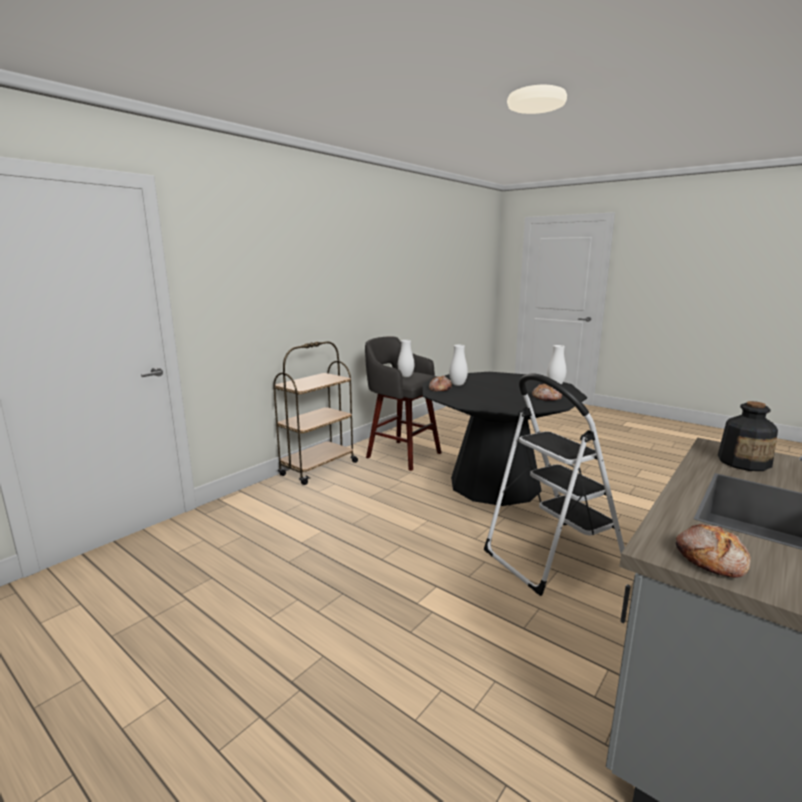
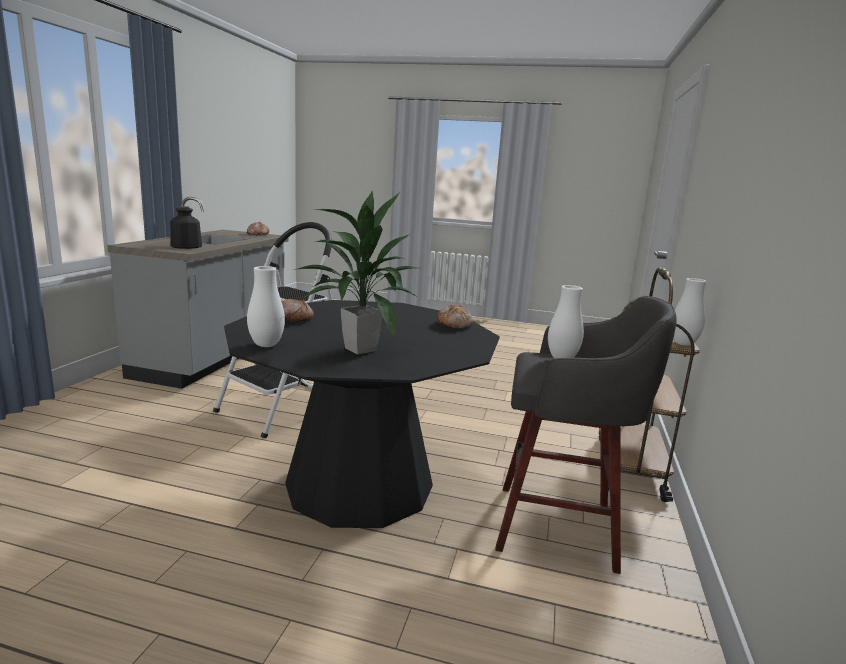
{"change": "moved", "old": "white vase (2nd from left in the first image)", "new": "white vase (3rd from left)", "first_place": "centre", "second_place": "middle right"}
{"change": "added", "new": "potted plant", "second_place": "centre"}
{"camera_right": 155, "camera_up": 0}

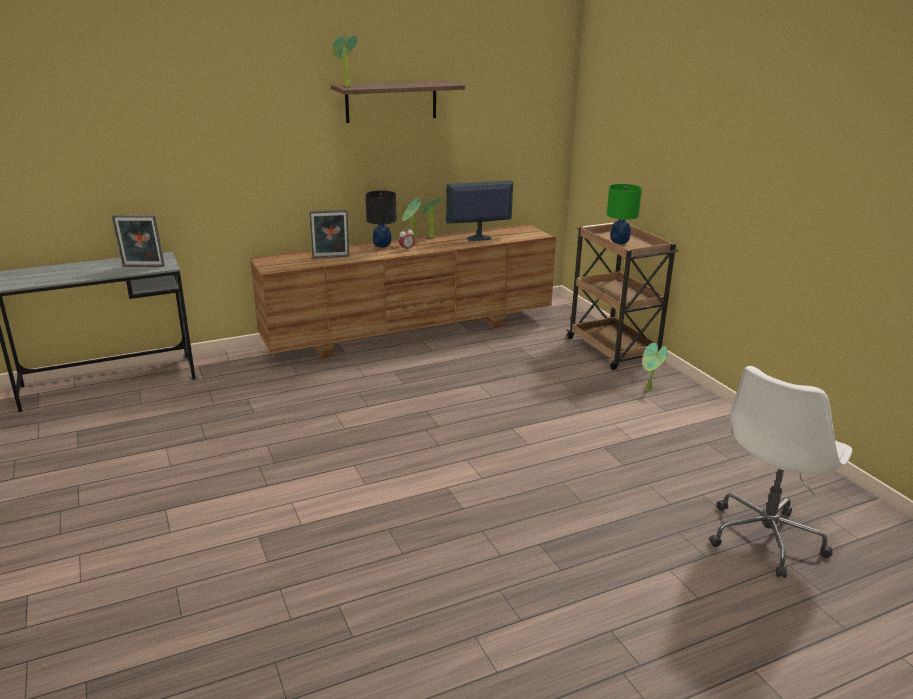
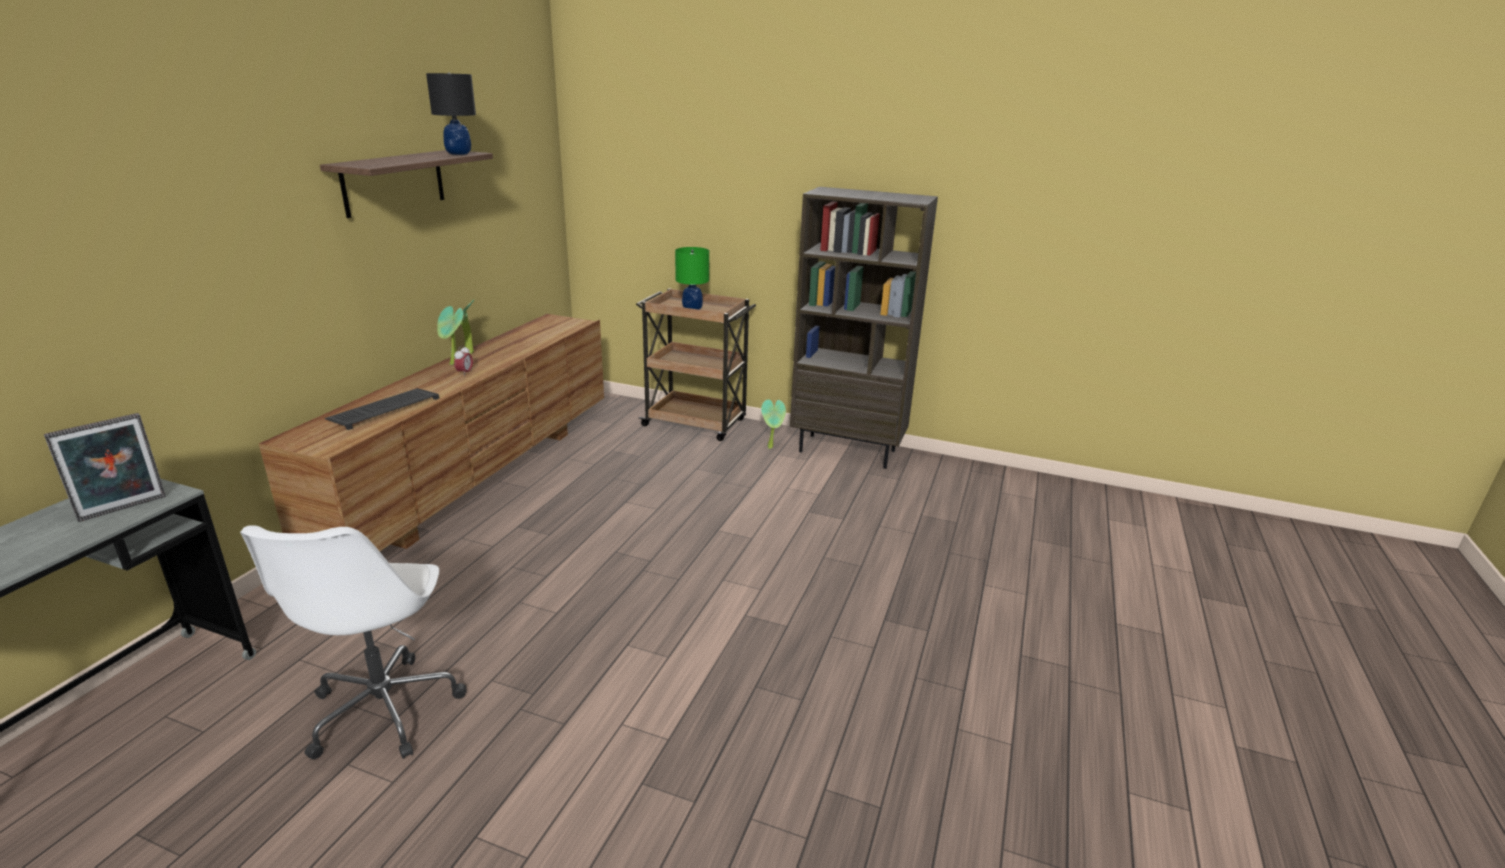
{"change": "removed", "old": "potted plant (1st from left)", "first_place": "top centre"}
{"change": "removed", "old": "monitor", "first_place": "top centre"}
{"change": "moved", "old": "black table lamp", "first_place": "top centre", "second_place": "top left"}
{"change": "replaced", "old": "picture frame (2nd from left)", "new": "keyboard", "first_place": "centre", "second_place": "middle left"}
{"change": "moved", "old": "white office chair", "first_place": "bottom right", "second_place": "bottom left"}
{"change": "added", "new": "brown bookcase", "second_place": "centre"}
{"camera_right": -45, "camera_up": 0}

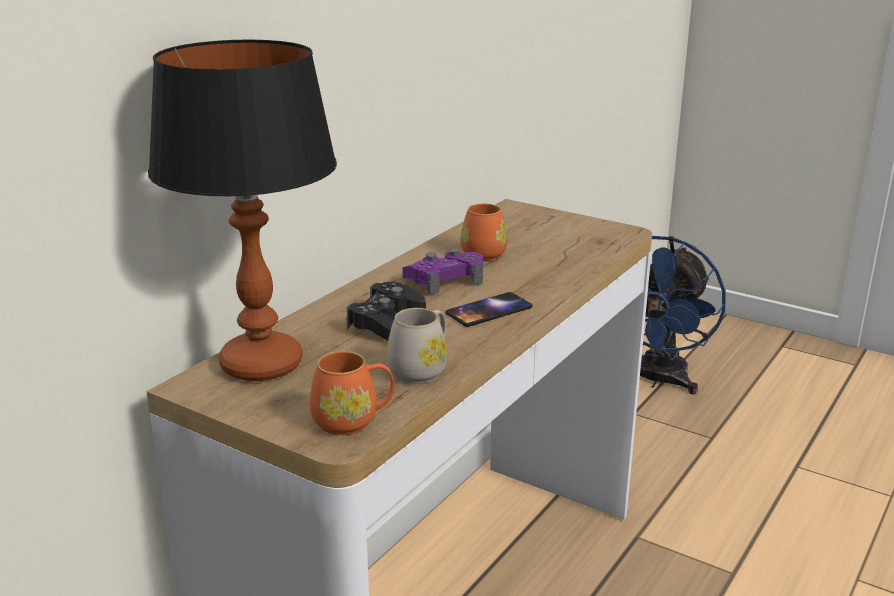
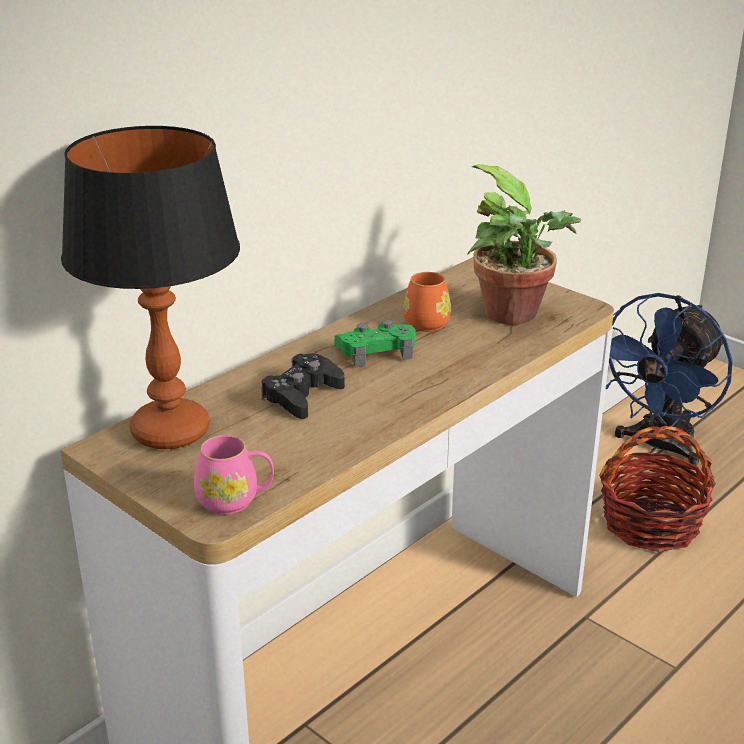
{"change": "recoloured", "old": "purple game controller", "new": "green game controller", "first_place": "centre", "second_place": "centre"}
{"change": "removed", "old": "phone", "first_place": "centre"}
{"change": "removed", "old": "white mug", "first_place": "centre"}
{"change": "recoloured", "old": "orange mug (1st from left)", "new": "pink mug", "first_place": "centre", "second_place": "middle left"}
{"change": "added", "new": "potted plant", "second_place": "top right"}
{"change": "added", "new": "basket", "second_place": "middle right"}
{"camera_right": 10, "camera_up": 5}

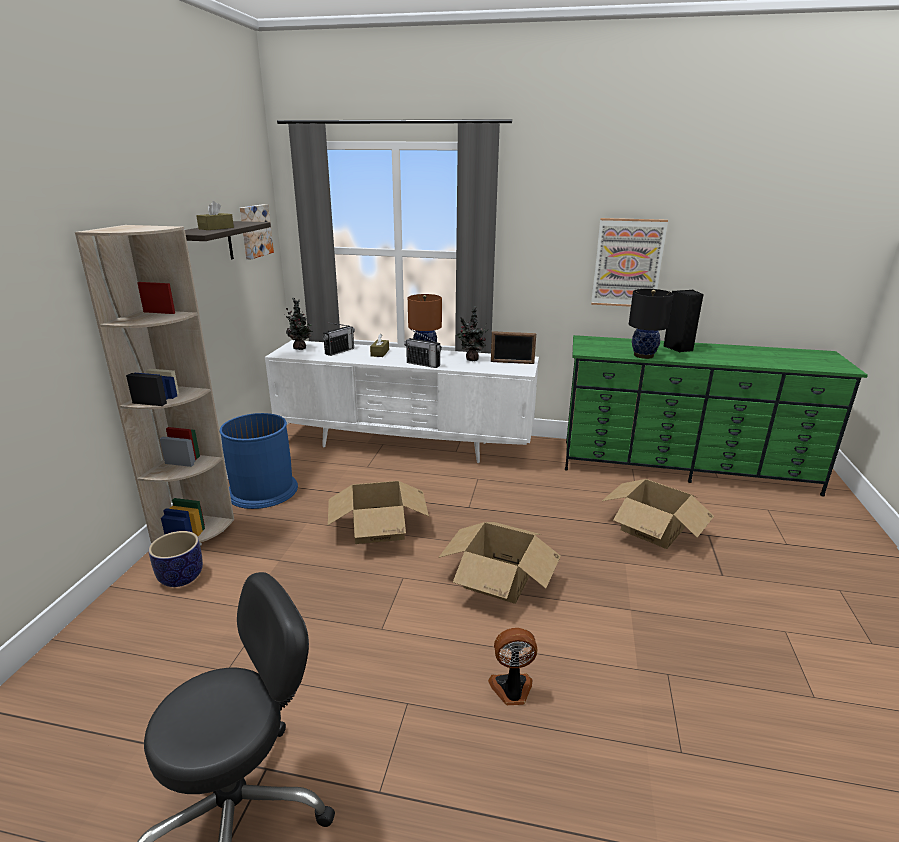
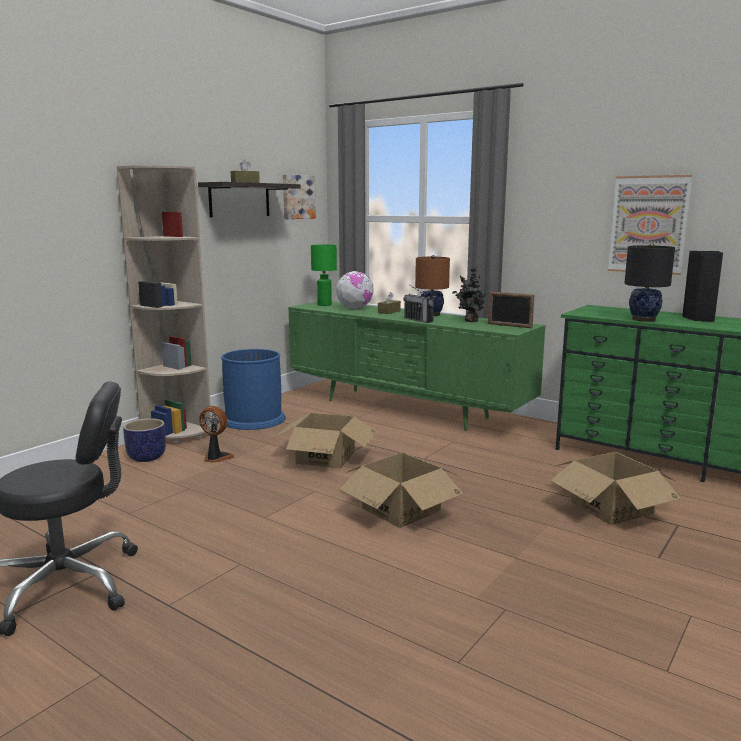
{"change": "replaced", "old": "potted plant (1st from left)", "new": "green table lamp", "first_place": "middle left", "second_place": "centre"}
{"change": "replaced", "old": "radio (1st from left)", "new": "globe", "first_place": "centre", "second_place": "centre"}
{"change": "recoloured", "old": "white cabinet", "new": "green cabinet", "first_place": "centre", "second_place": "centre"}
{"change": "moved", "old": "fan", "first_place": "bottom centre", "second_place": "middle left"}
{"camera_right": 25, "camera_up": -10}

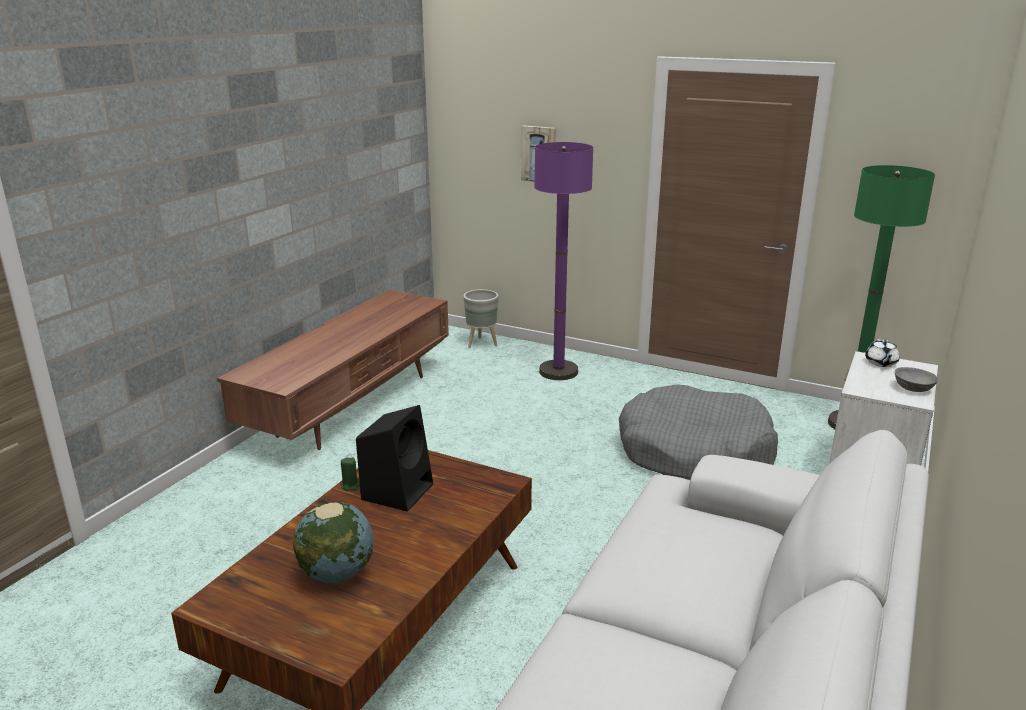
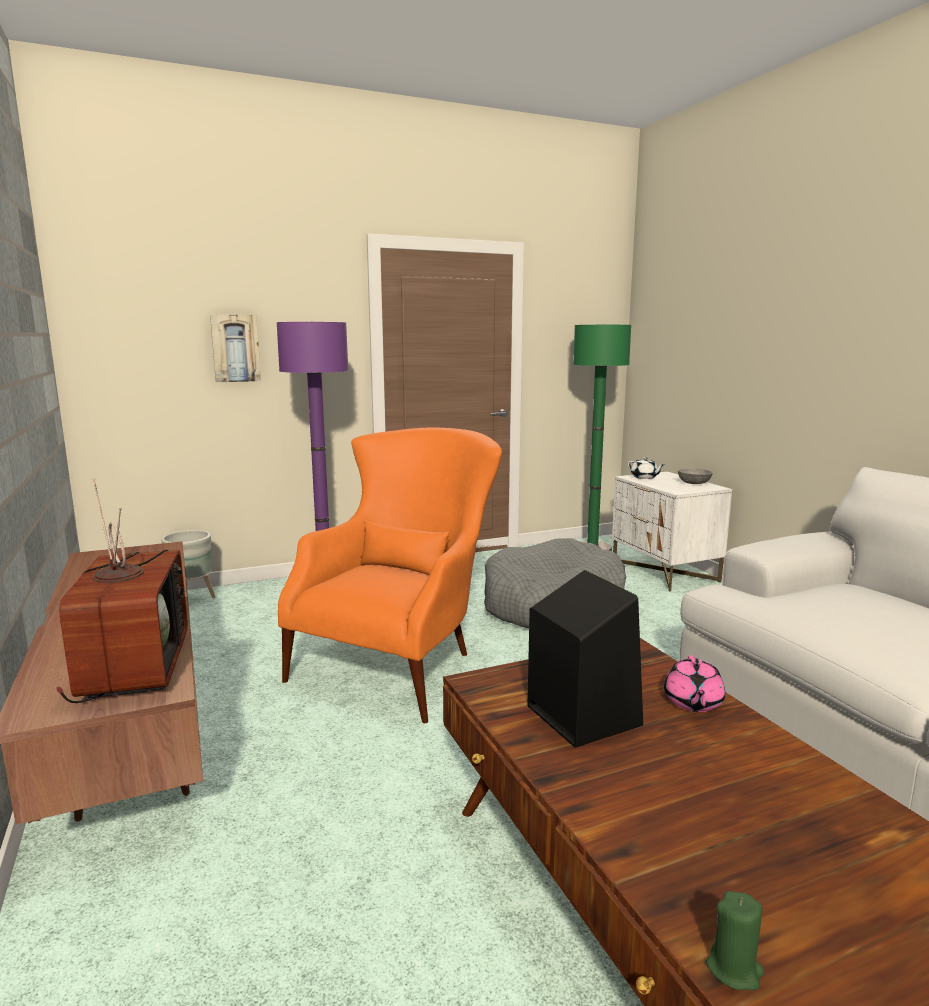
{"change": "moved", "old": "green candle", "first_place": "bottom centre", "second_place": "bottom right"}
{"change": "removed", "old": "globe", "first_place": "bottom left"}
{"change": "added", "new": "orange armchair", "second_place": "centre"}
{"change": "added", "new": "television", "second_place": "middle left"}
{"change": "added", "new": "pink teapot", "second_place": "bottom right"}
{"camera_right": -50, "camera_up": -10}

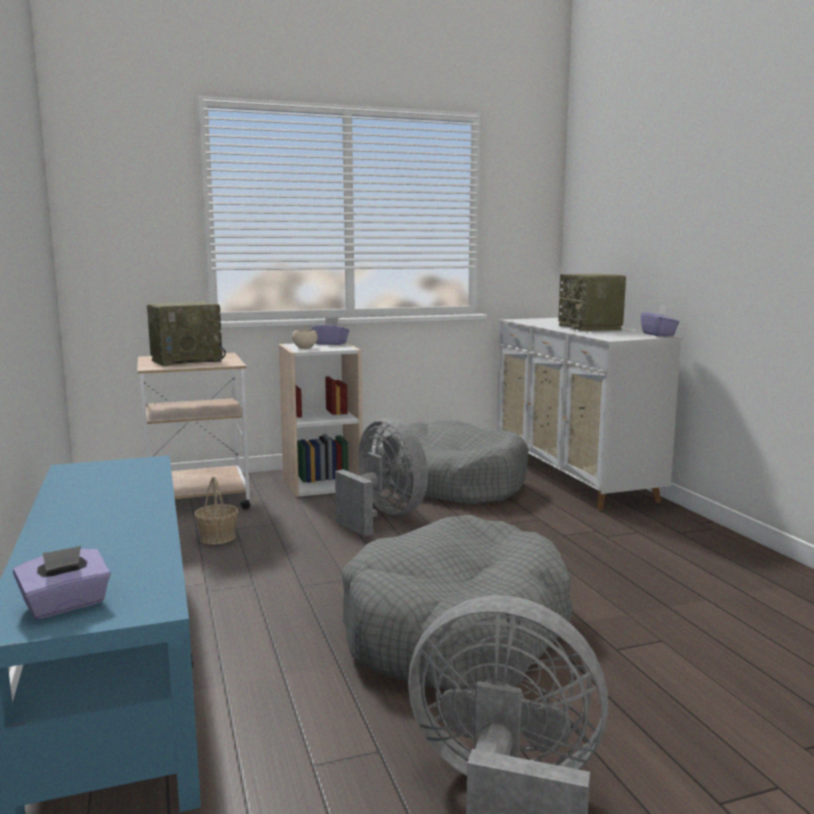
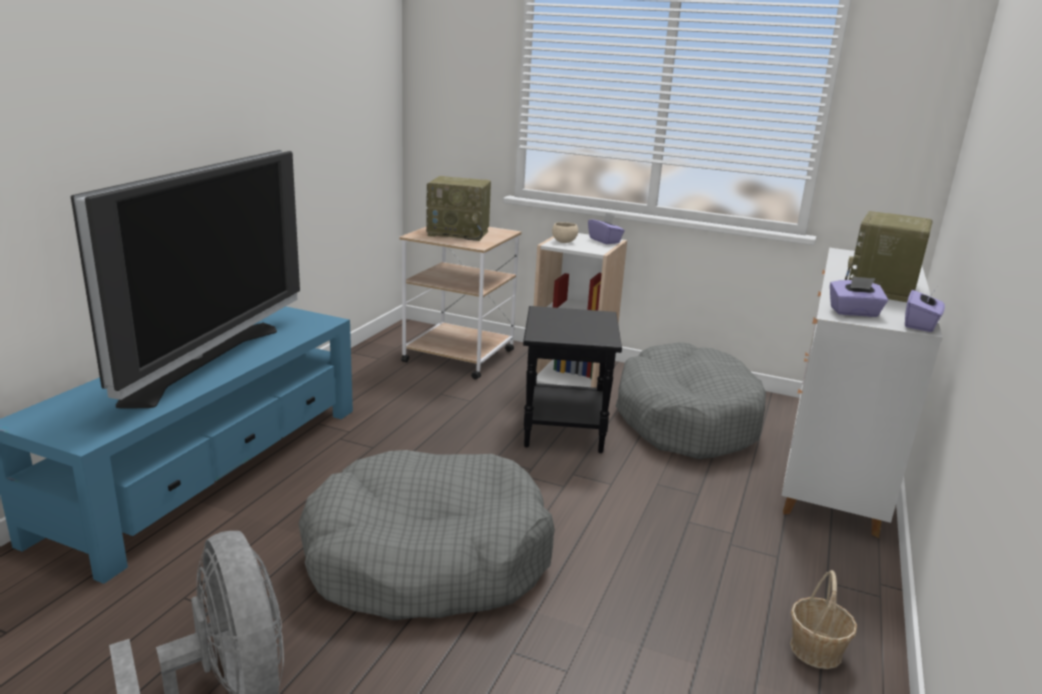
{"change": "replaced", "old": "grey fan (1st from left)", "new": "black side table", "first_place": "centre", "second_place": "centre"}
{"change": "moved", "old": "basket", "first_place": "middle left", "second_place": "bottom right"}
{"change": "moved", "old": "purple tissue box (1st from left in the first image)", "new": "purple tissue box (2nd from left)", "first_place": "bottom left", "second_place": "middle right"}
{"change": "added", "new": "television", "second_place": "middle left"}
{"camera_right": 40, "camera_up": 10}

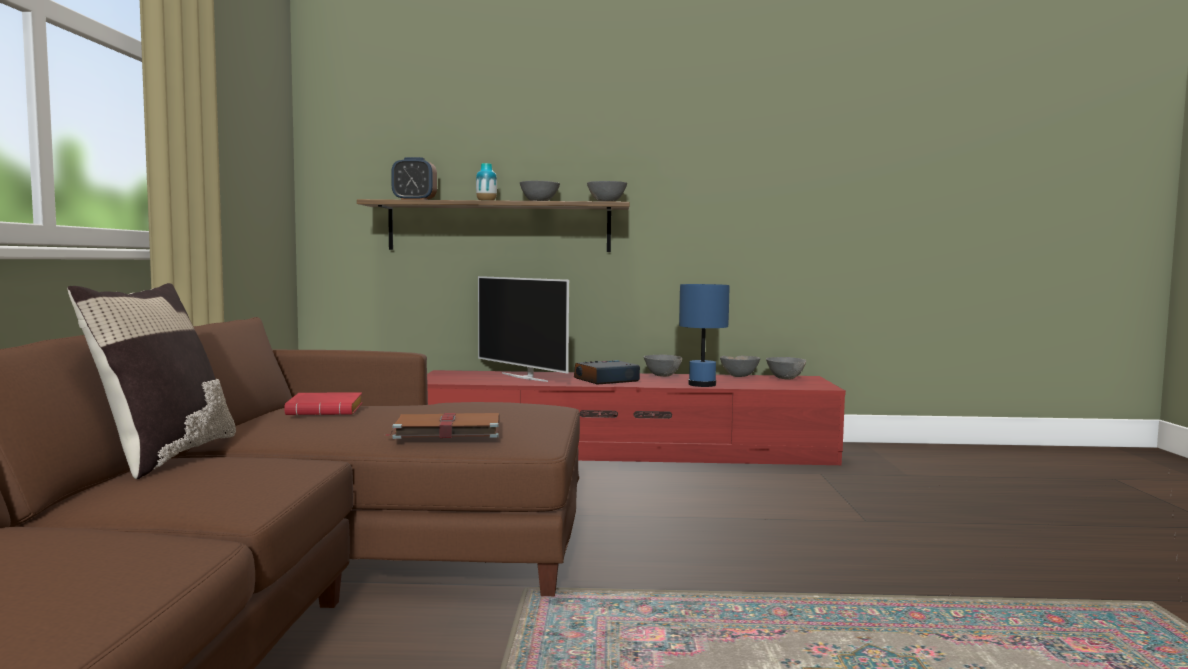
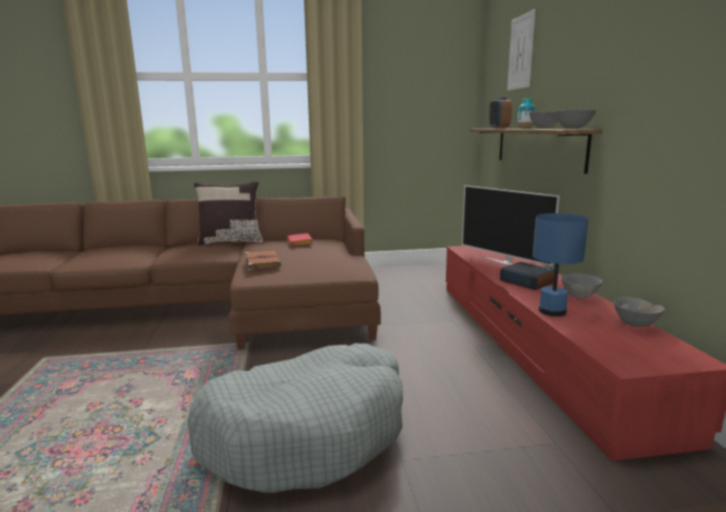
{"change": "turned", "old": "television", "first_place": "centre", "second_place": "middle right", "degrees": -75}
{"change": "removed", "old": "grey bowl (5th from left)", "first_place": "centre"}
{"change": "added", "new": "picture", "second_place": "top right"}
{"change": "added", "new": "grey dog bed", "second_place": "bottom centre"}
{"camera_right": 80, "camera_up": 10}

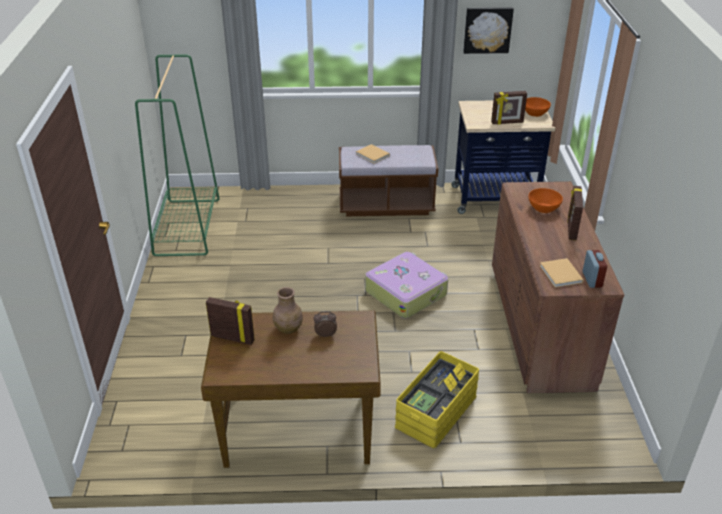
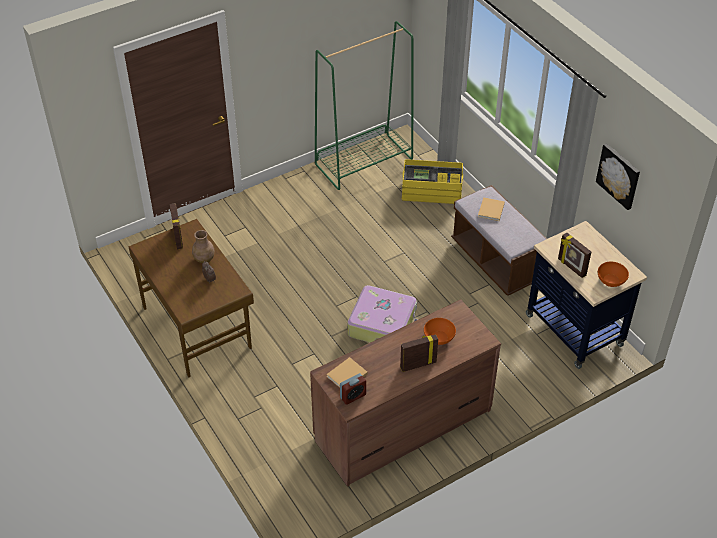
{"change": "moved", "old": "yellow storage box", "first_place": "bottom centre", "second_place": "centre"}
{"camera_right": 60, "camera_up": 10}

